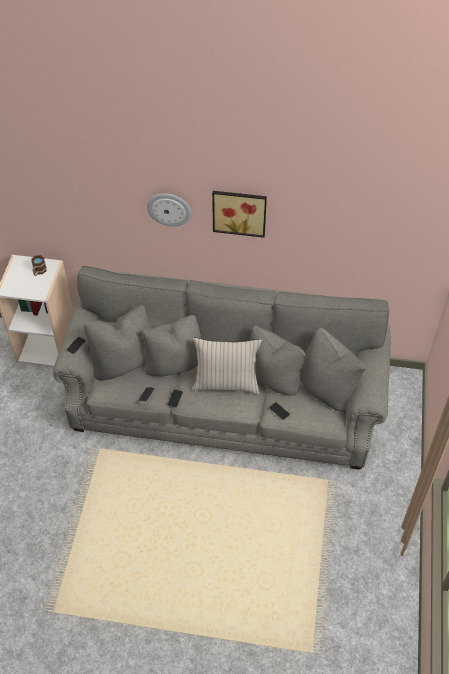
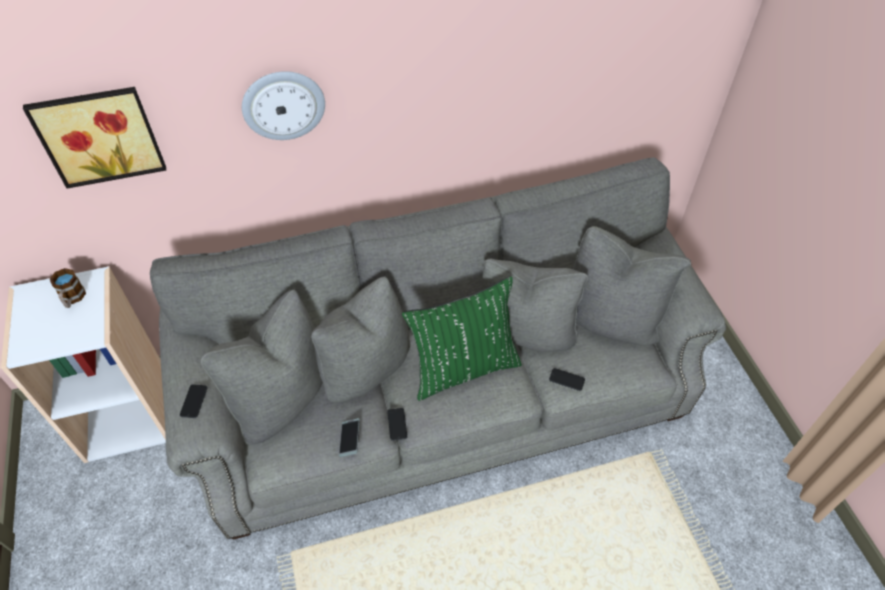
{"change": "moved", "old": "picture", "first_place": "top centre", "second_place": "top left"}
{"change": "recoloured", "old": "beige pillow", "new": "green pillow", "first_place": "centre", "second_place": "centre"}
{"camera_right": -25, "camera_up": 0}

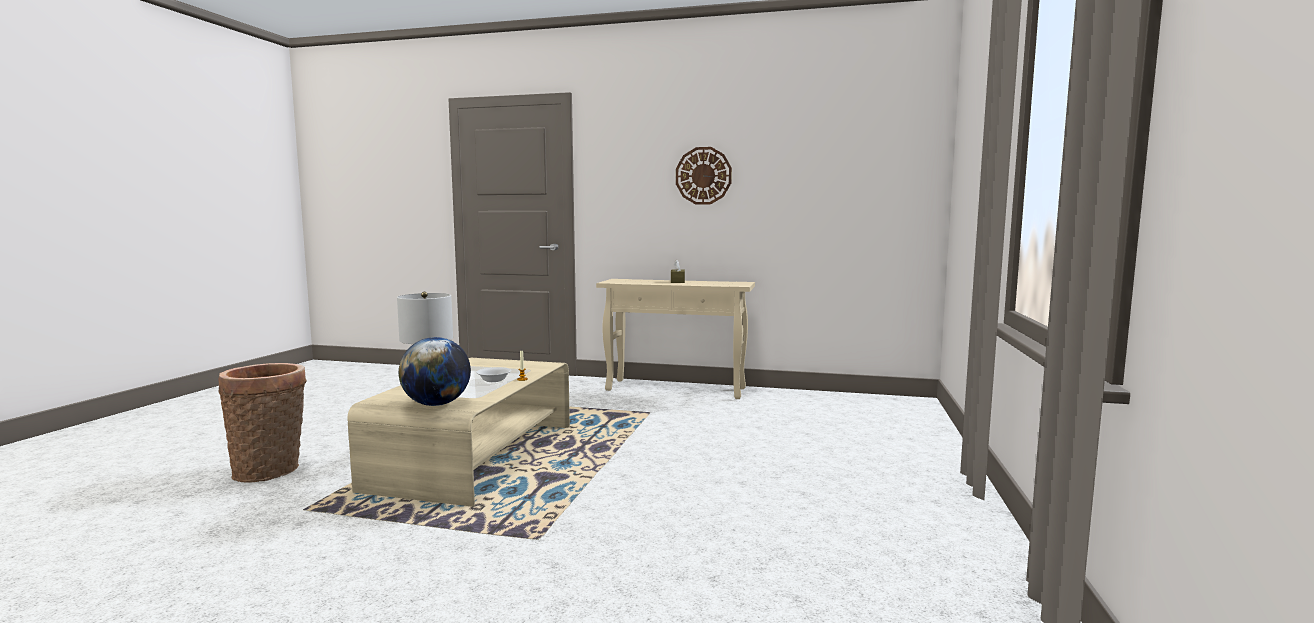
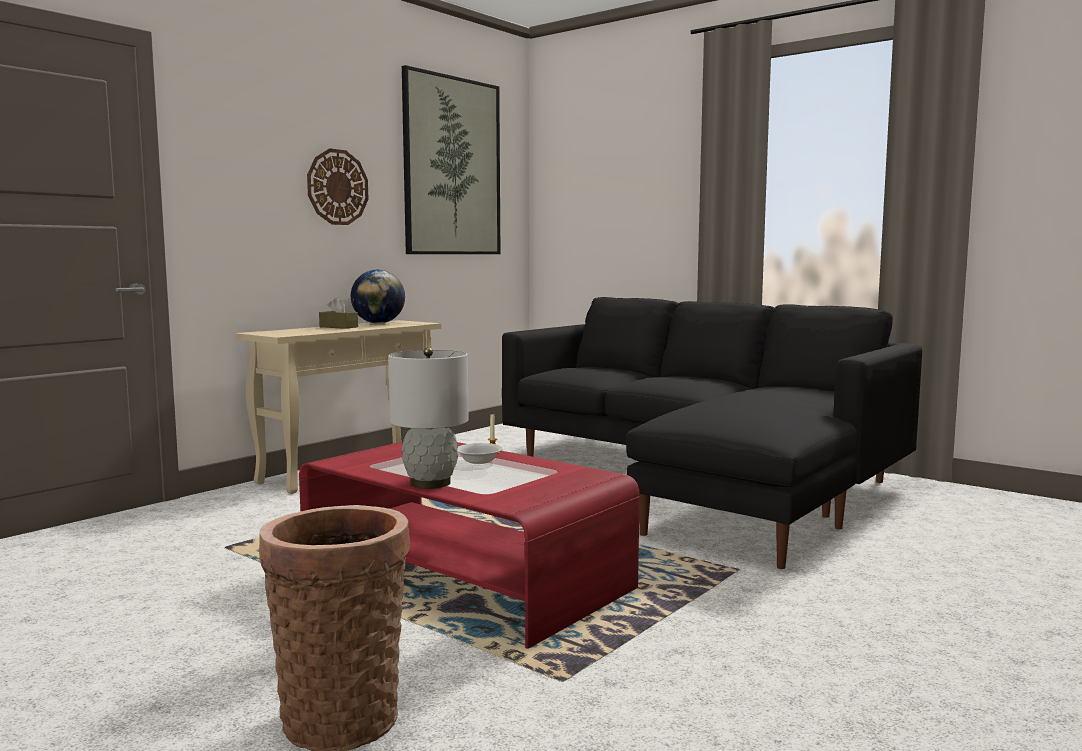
{"change": "moved", "old": "globe", "first_place": "middle left", "second_place": "centre"}
{"change": "recoloured", "old": "beige coffee table", "new": "red coffee table", "first_place": "bottom centre", "second_place": "bottom centre"}
{"change": "added", "new": "picture", "second_place": "top centre"}
{"change": "added", "new": "black sofa", "second_place": "centre"}
{"camera_right": -65, "camera_up": 0}

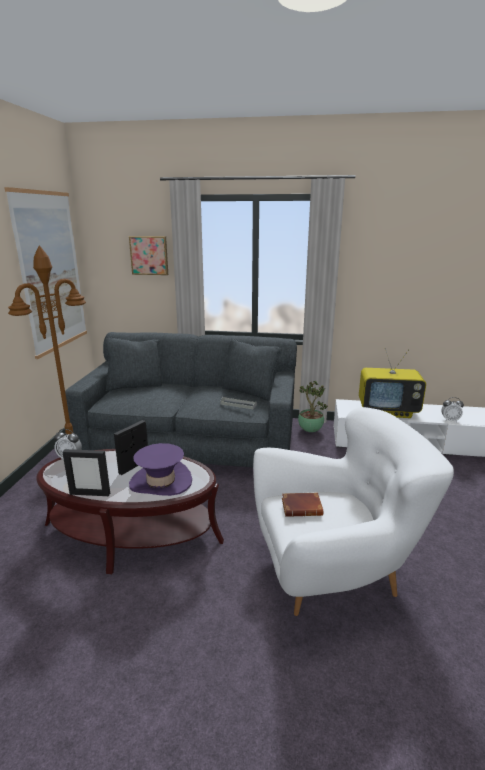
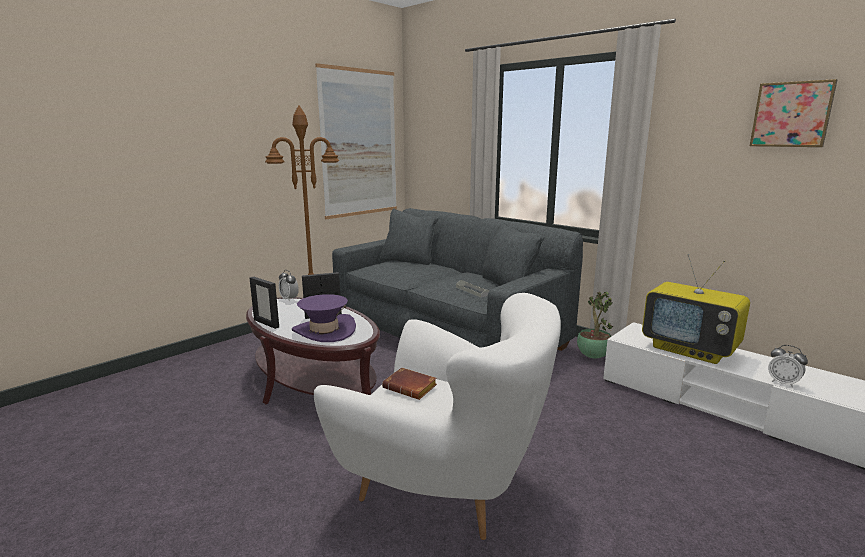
{"change": "moved", "old": "picture (2nd from left)", "first_place": "top left", "second_place": "top right"}
{"camera_right": 35, "camera_up": -5}

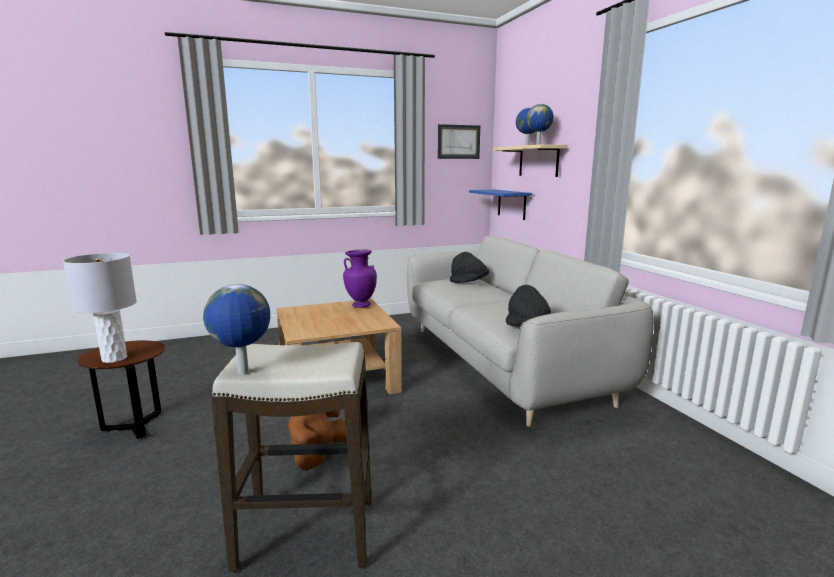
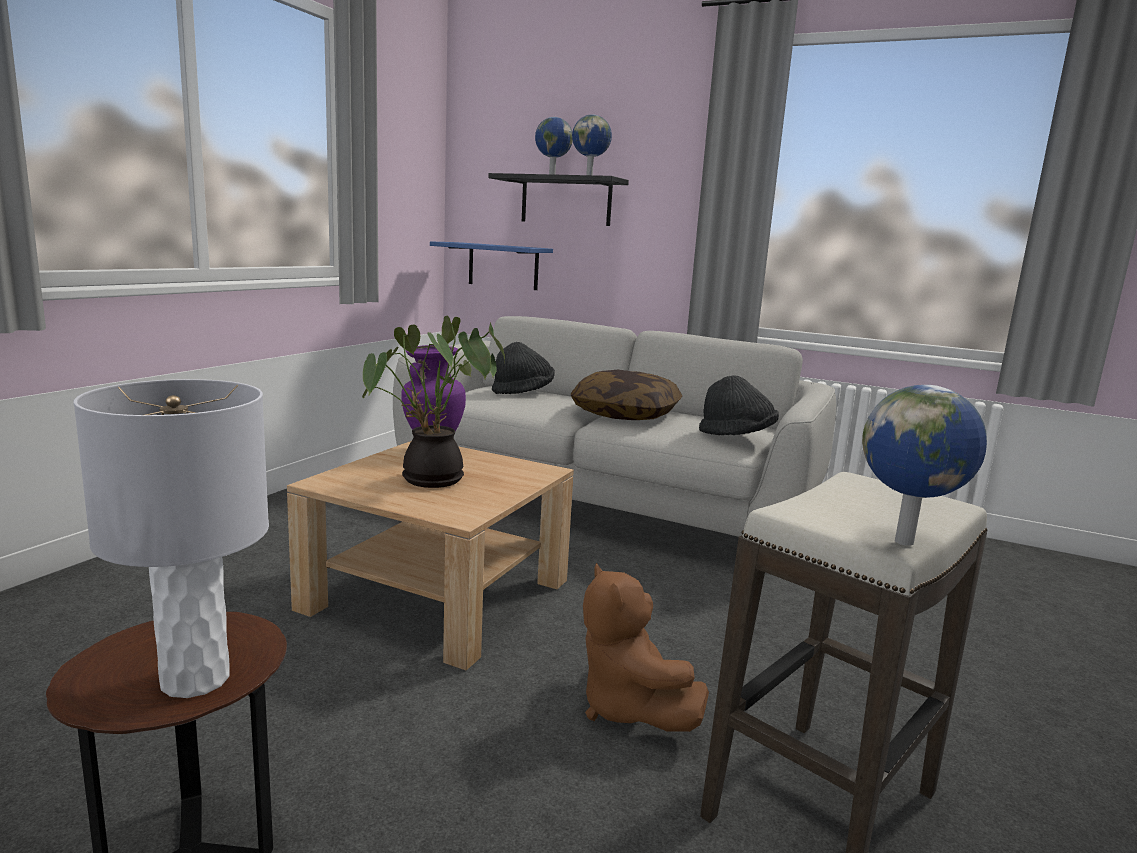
{"change": "removed", "old": "picture", "first_place": "top centre"}
{"change": "recoloured", "old": "beige shelf", "new": "black shelf", "first_place": "top centre", "second_place": "top centre"}
{"change": "added", "new": "potted plant", "second_place": "centre"}
{"change": "added", "new": "pillow", "second_place": "centre"}
{"camera_right": -45, "camera_up": 0}

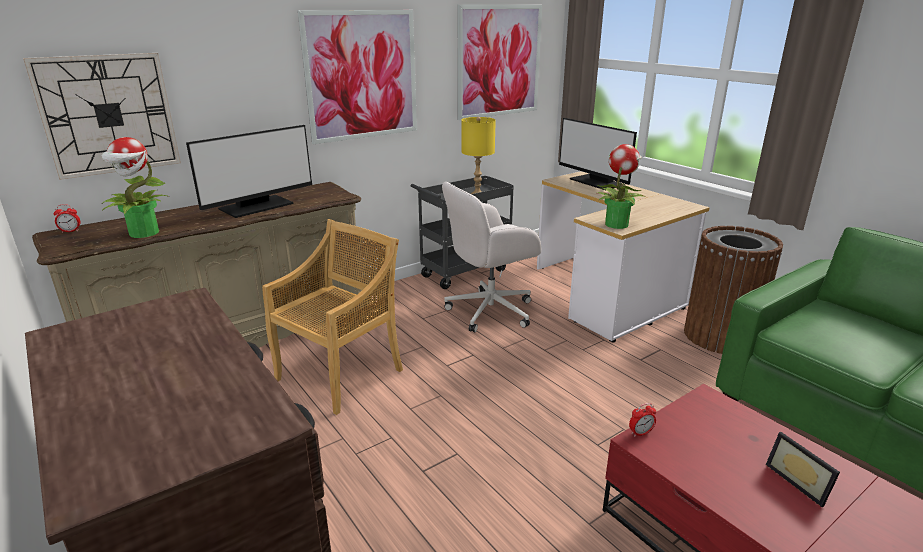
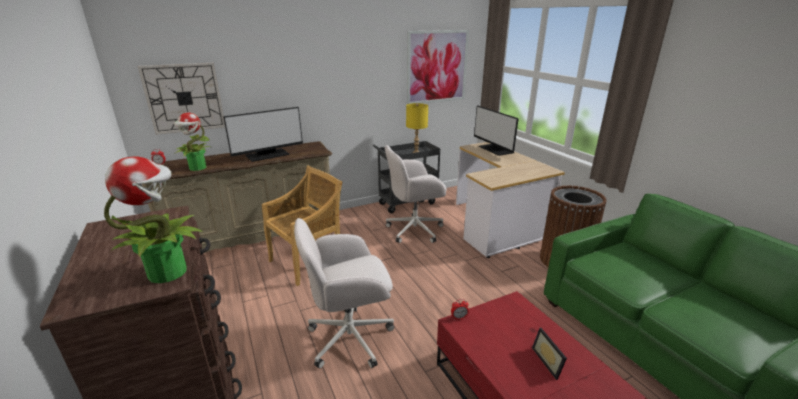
{"change": "removed", "old": "picture (1st from left)", "first_place": "top centre"}
{"change": "moved", "old": "potted plant (2nd from left in the first image)", "new": "potted plant (1st from left)", "first_place": "middle right", "second_place": "middle left"}
{"change": "added", "new": "white office chair (1st from left)", "second_place": "bottom centre"}
{"camera_right": 10, "camera_up": 0}

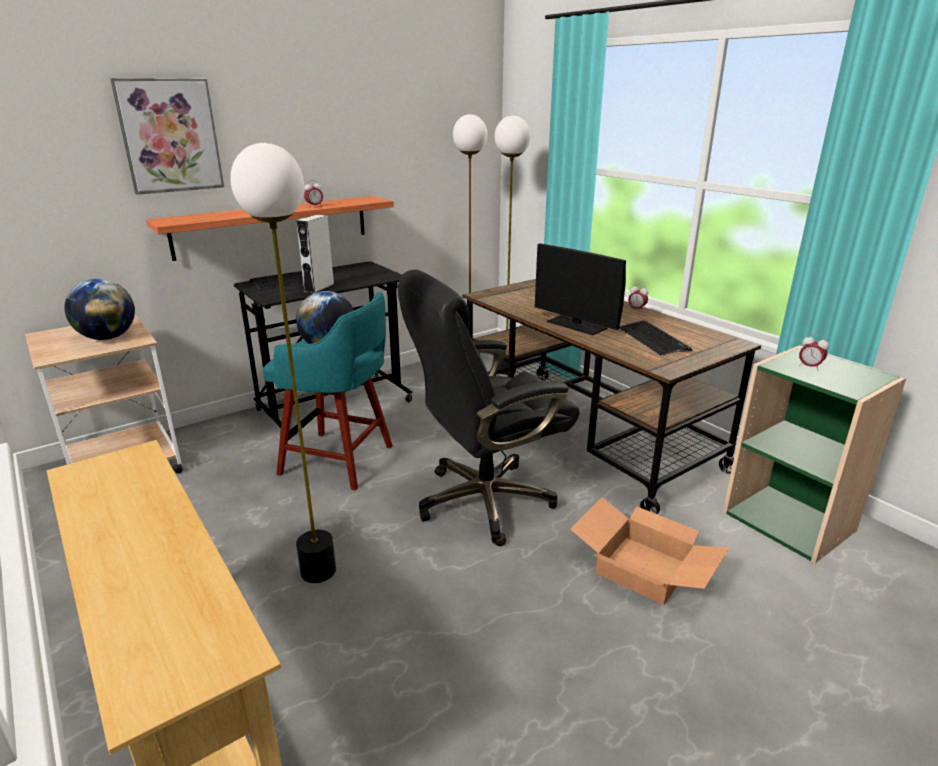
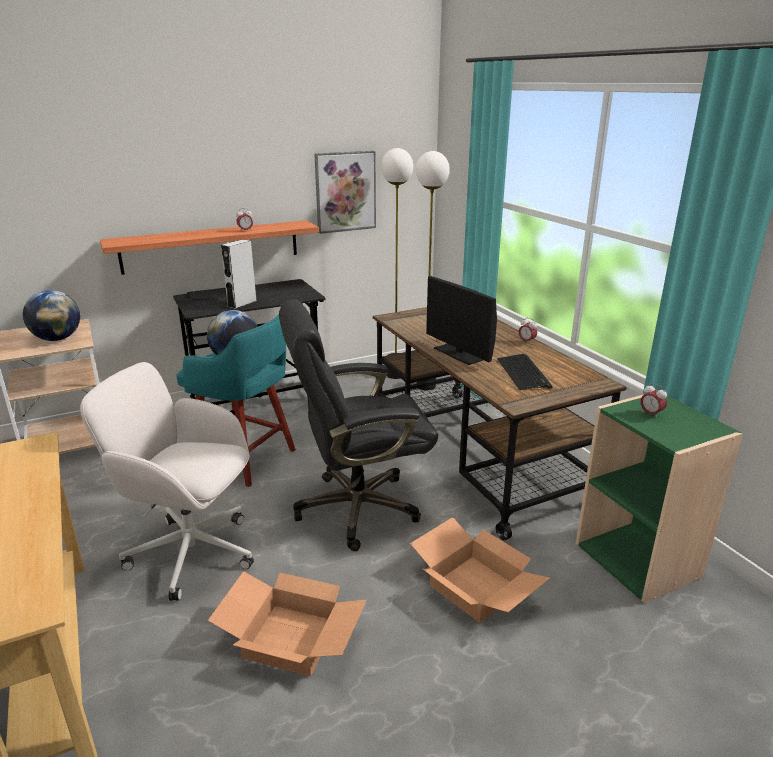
{"change": "moved", "old": "picture", "first_place": "top left", "second_place": "top centre"}
{"change": "replaced", "old": "floor lamp (1st from left)", "new": "white office chair", "first_place": "middle left", "second_place": "middle left"}
{"change": "added", "new": "cardboard box (1st from left)", "second_place": "bottom centre"}
{"camera_right": 10, "camera_up": 0}

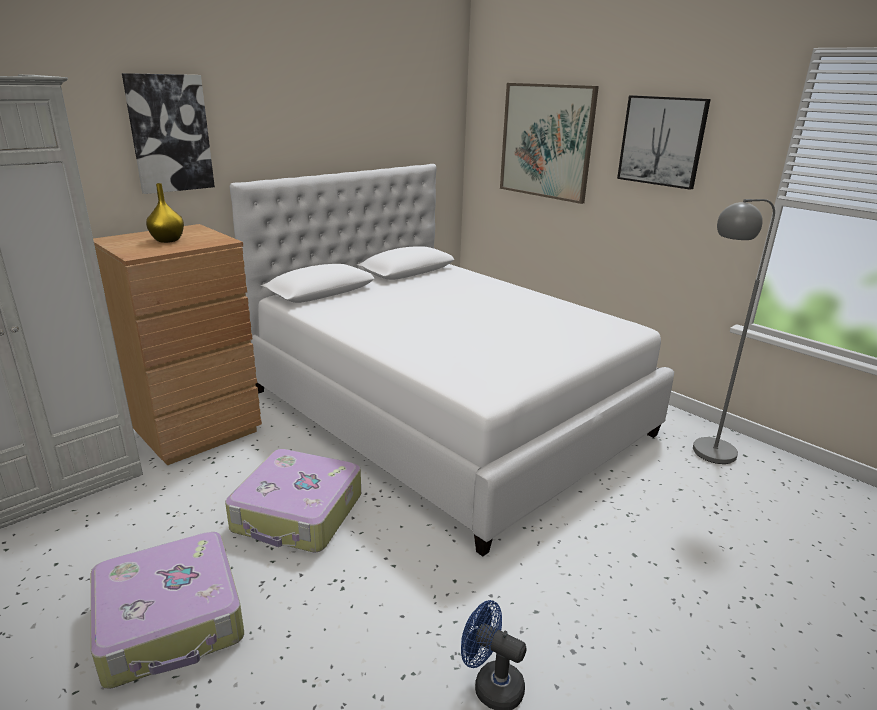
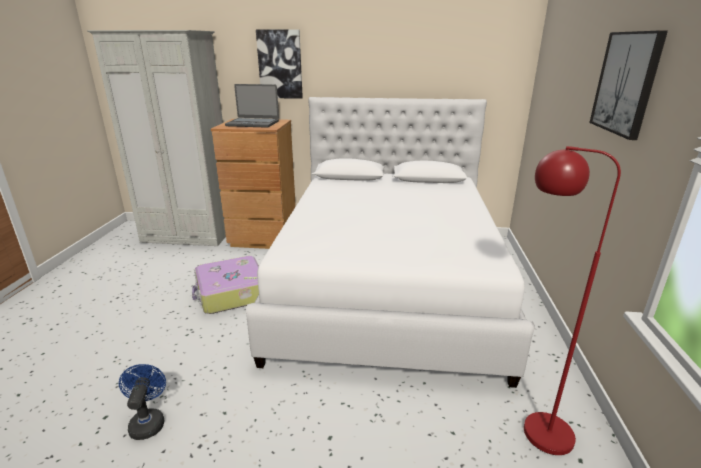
{"change": "removed", "old": "picture (2nd from left)", "first_place": "top centre"}
{"change": "replaced", "old": "yellow vase", "new": "laptop", "first_place": "top left", "second_place": "top centre"}
{"change": "recoloured", "old": "grey floor lamp", "new": "red floor lamp", "first_place": "middle right", "second_place": "middle right"}
{"change": "removed", "old": "suitcase (1st from left)", "first_place": "bottom left"}
{"camera_right": 50, "camera_up": 0}

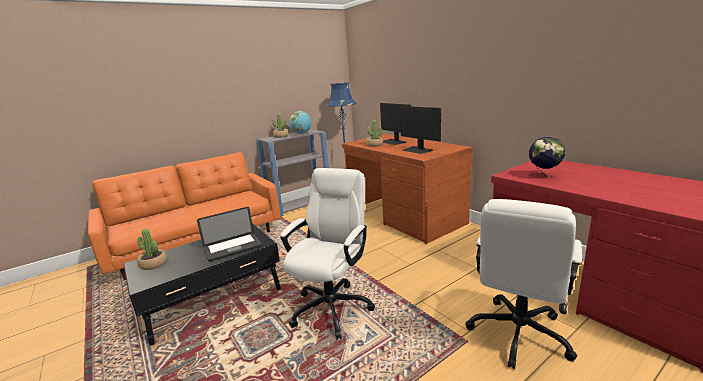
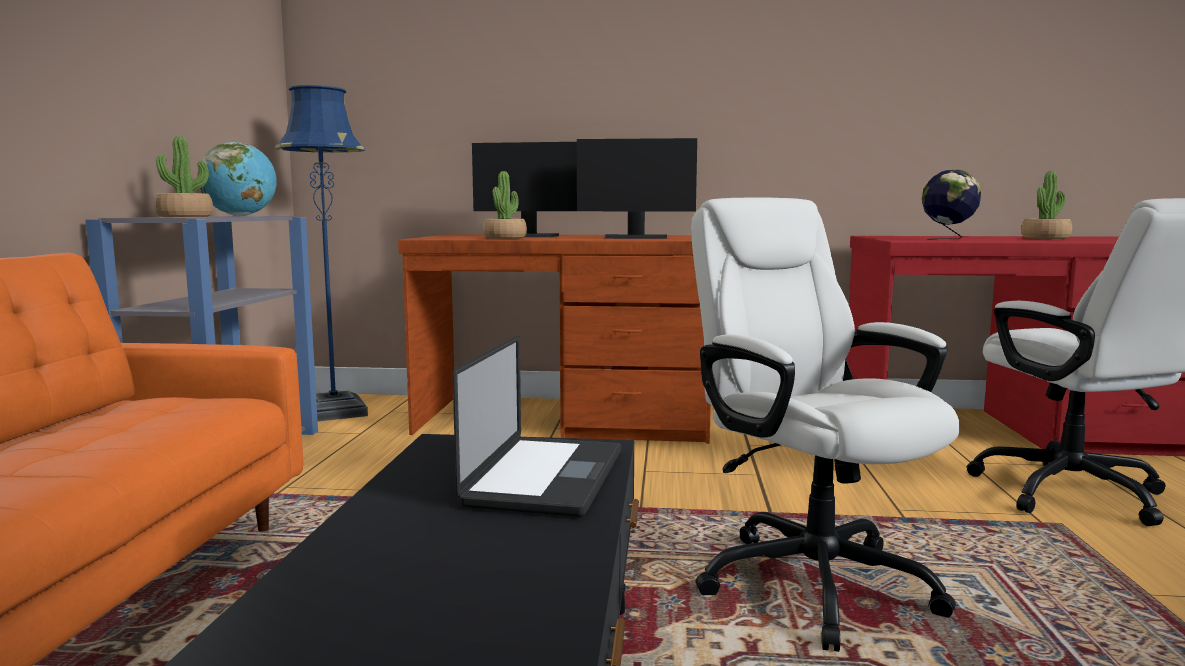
{"change": "moved", "old": "potted plant (1st from left in the first image)", "new": "potted plant (3rd from left)", "first_place": "middle left", "second_place": "top right"}
{"camera_right": -50, "camera_up": -10}

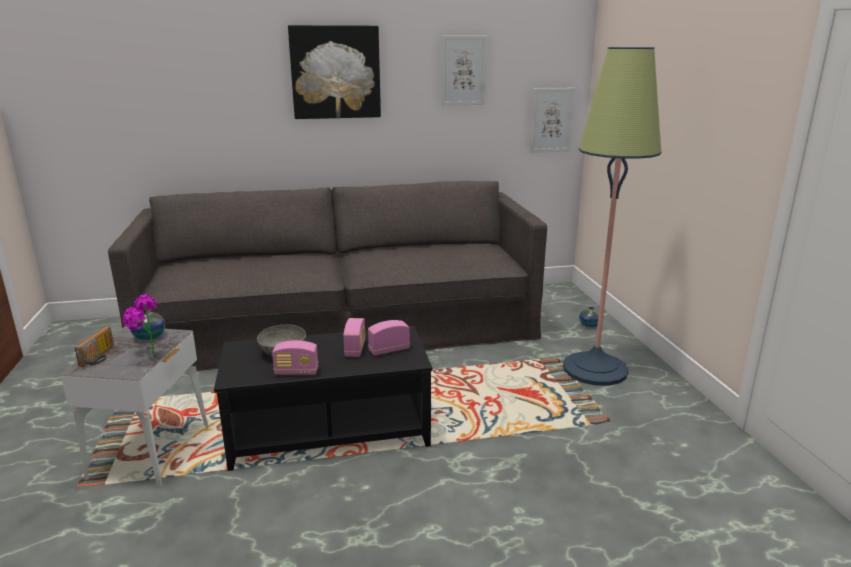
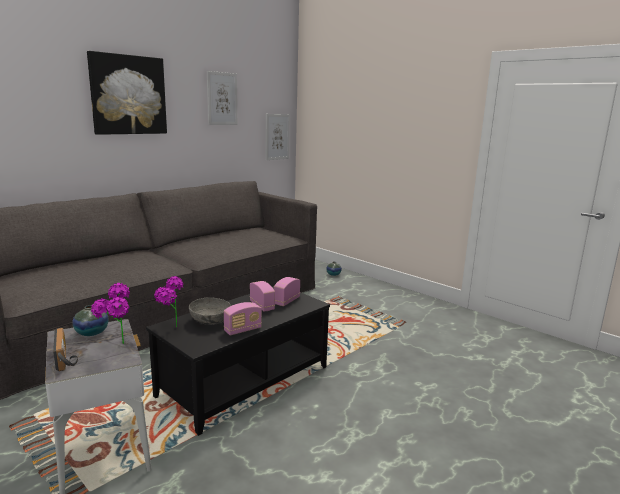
{"change": "removed", "old": "floor lamp", "first_place": "middle right"}
{"change": "added", "new": "potted plant (2nd from left)", "second_place": "middle left"}
{"camera_right": -35, "camera_up": -5}

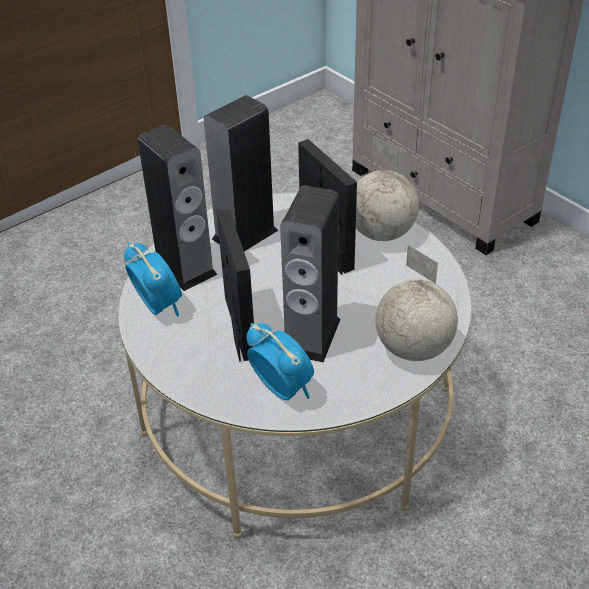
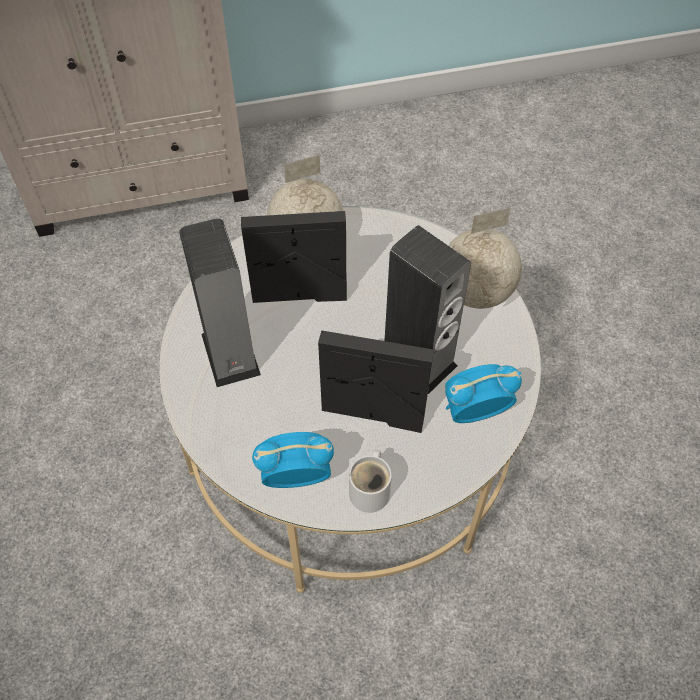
{"change": "removed", "old": "speaker (1st from left)", "first_place": "middle left"}
{"change": "added", "new": "white mug", "second_place": "bottom centre"}
{"camera_right": -65, "camera_up": 15}

